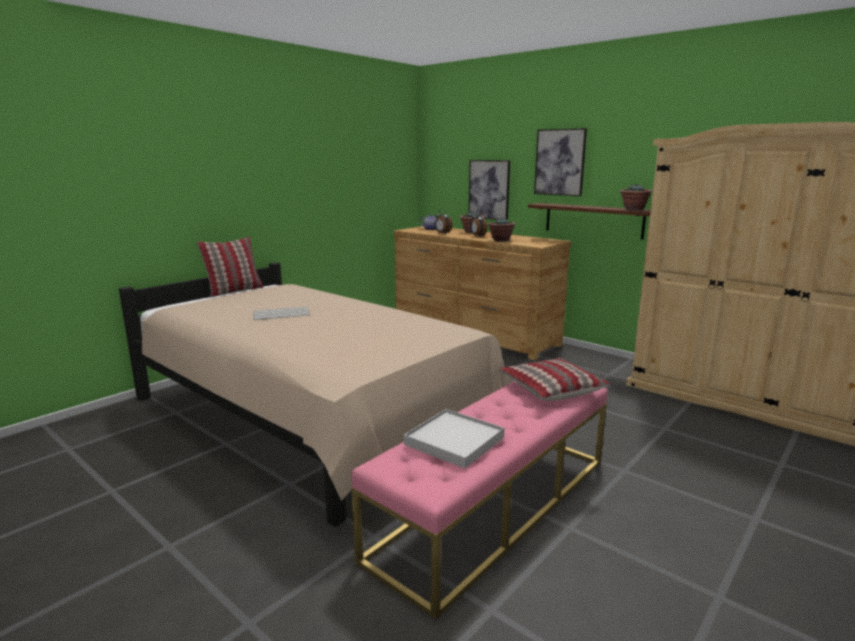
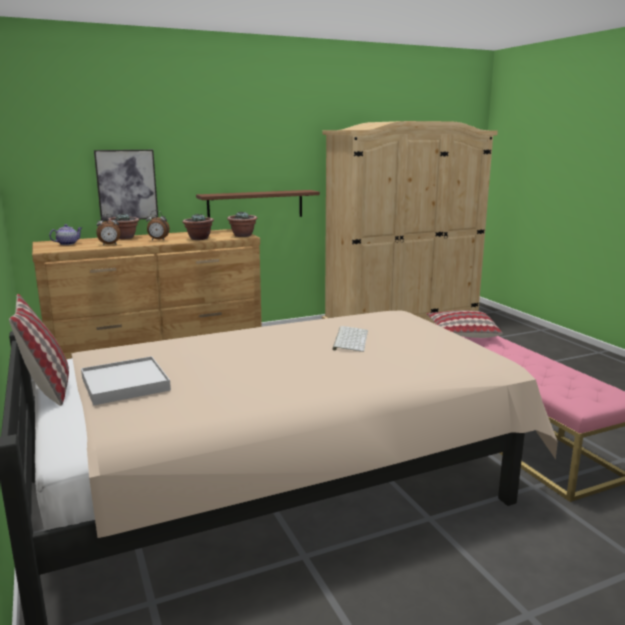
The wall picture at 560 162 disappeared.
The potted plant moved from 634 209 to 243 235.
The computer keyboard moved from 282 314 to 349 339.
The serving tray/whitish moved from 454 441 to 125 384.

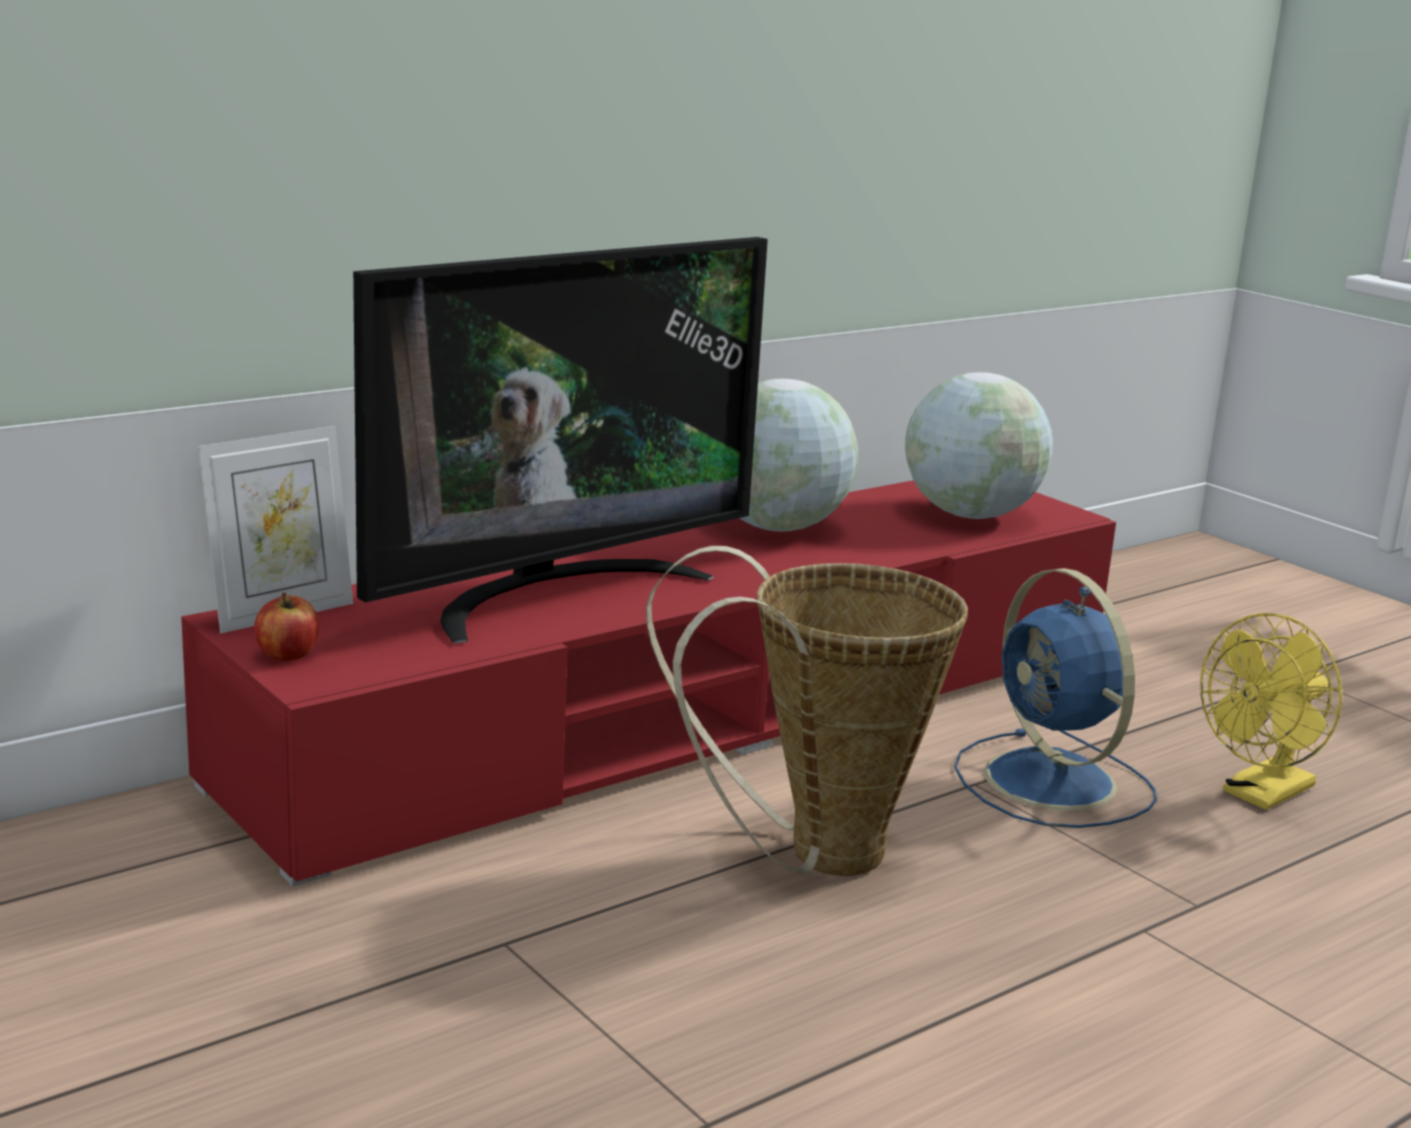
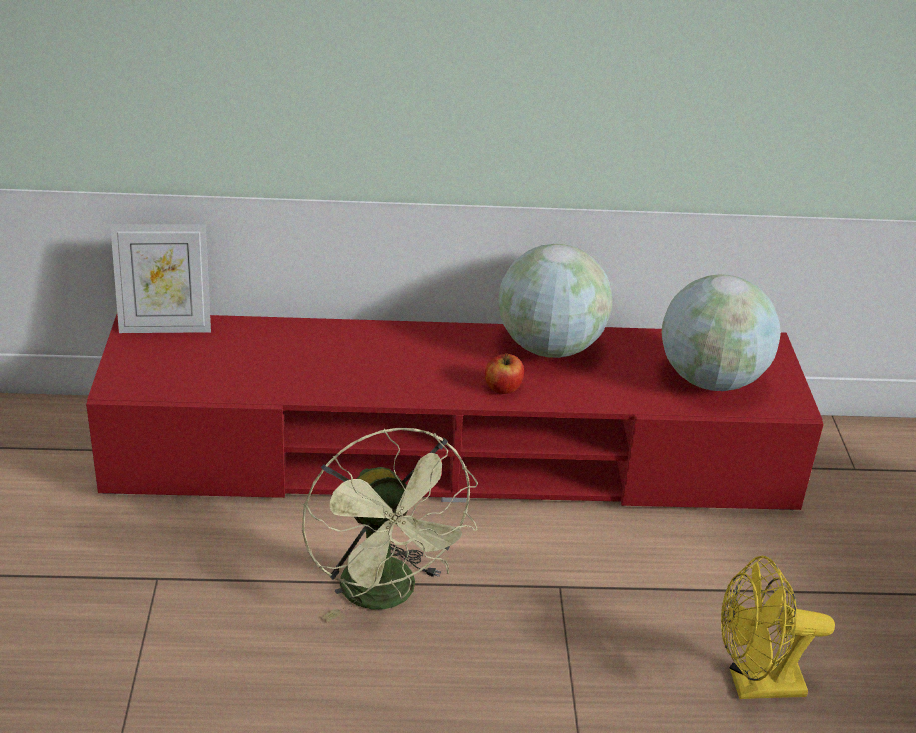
The television at 555 592 disappeared.
The storage basket at 813 855 was replaced by the fan/greenish at 387 595.
The fan/bluish at 1054 783 disappeared.
The apple moved from 288 654 to 503 388.

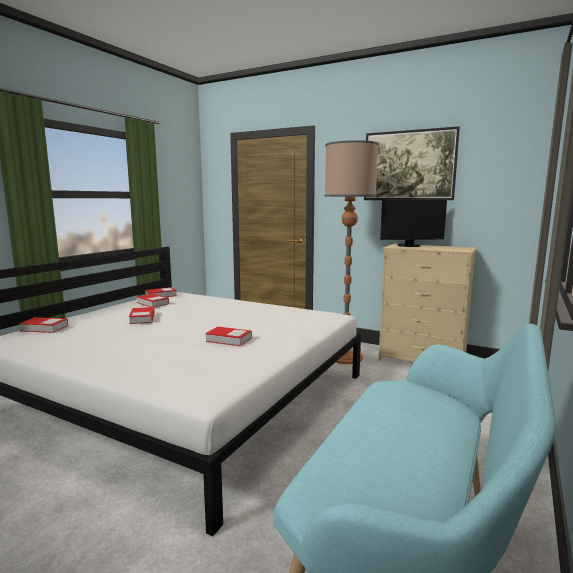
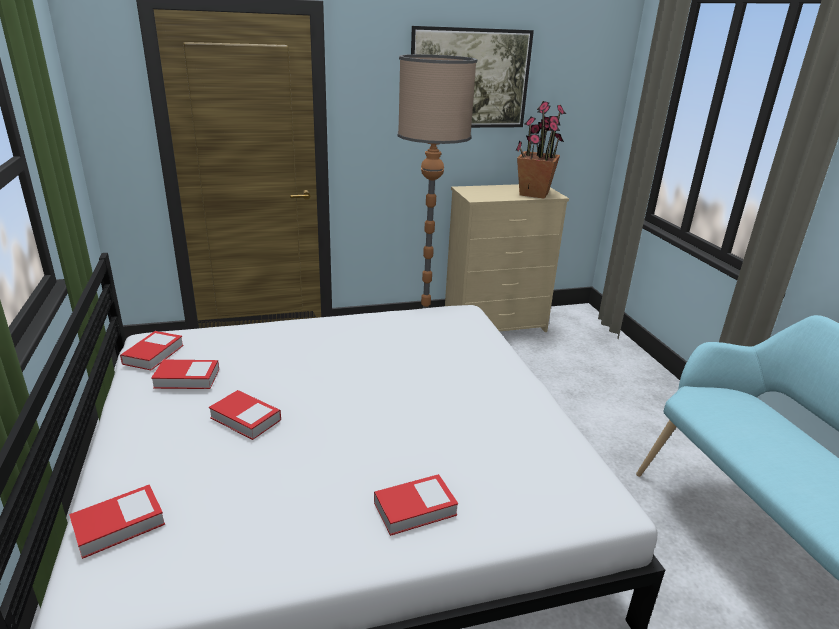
The computer display at 410 246 disappeared.
The bound book moved from 228 340 to 415 509.
The potted plant at 534 193 appeared.

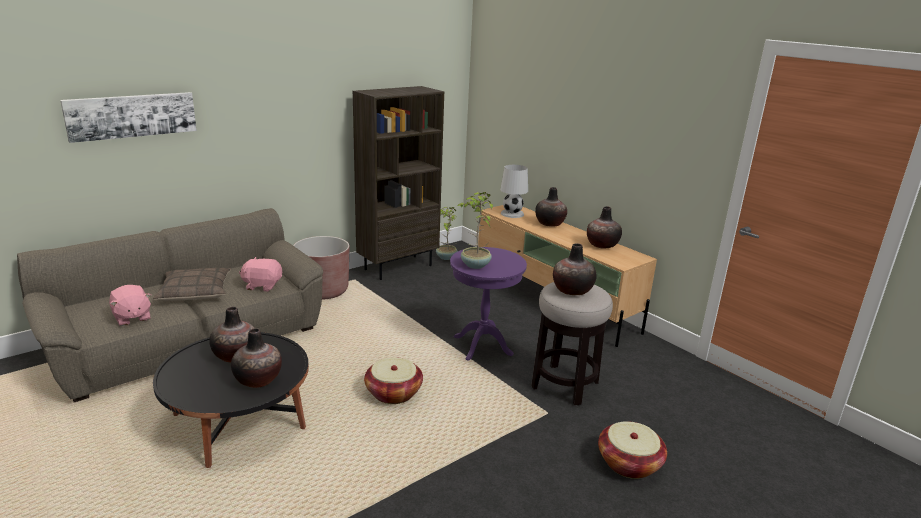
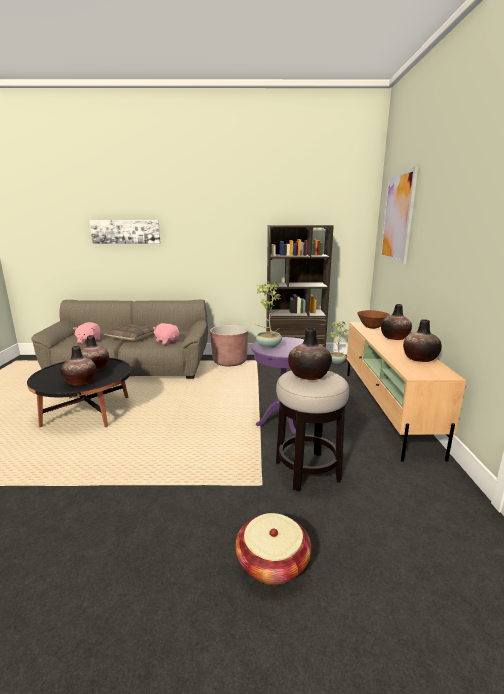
The table lamp/whitish at 512 214 was replaced by the bowl/brownish at 372 327.
The storage basket at 393 393 disappeared.
The wall picture at 398 217 appeared.

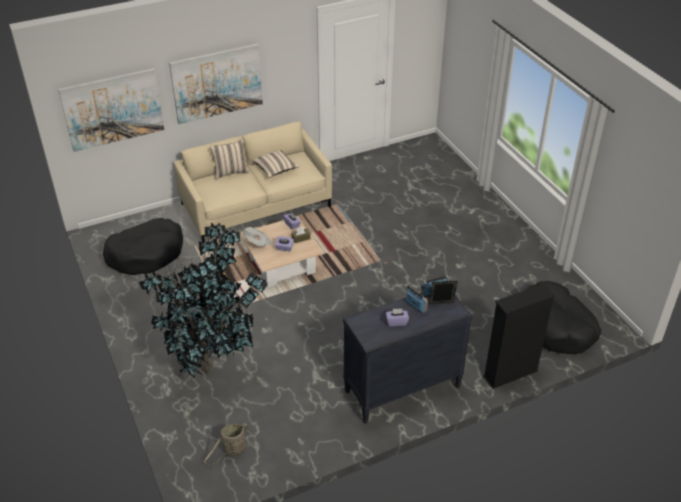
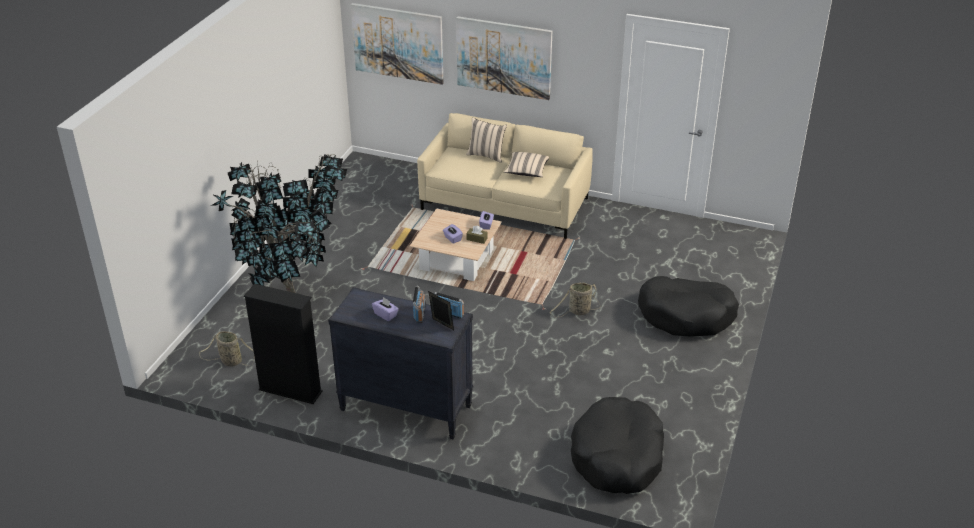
The dog cushion/blackish moved from 146 254 to 686 315.
The printed paper at 258 243 disappeared.
The bookshelf/blackish moved from 510 374 to 290 391.
The storage basket at 578 311 appeared.

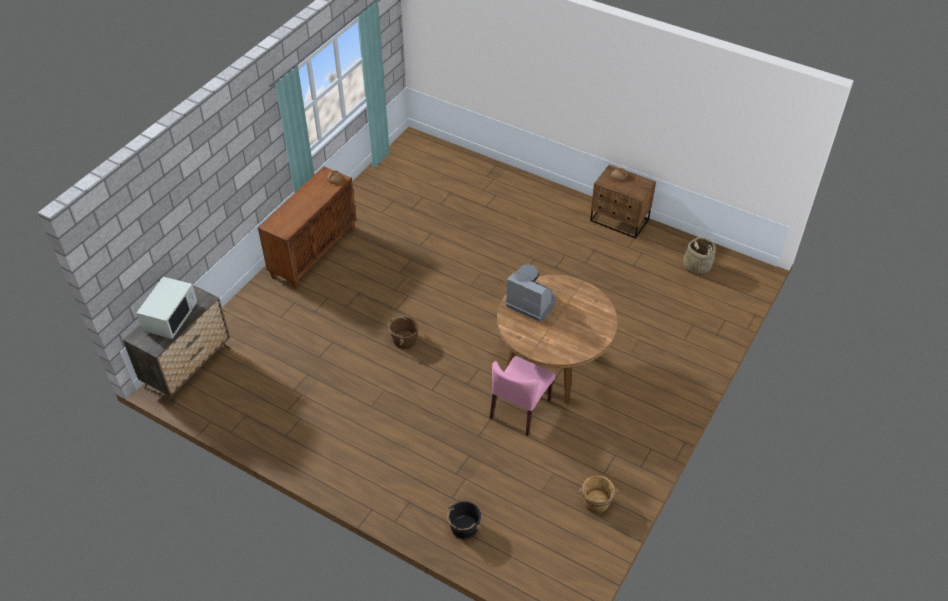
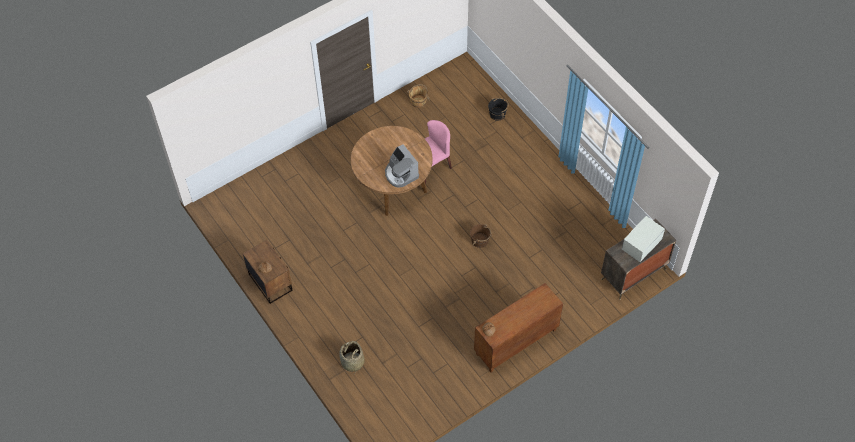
The storage basket moved from 696 266 to 352 362.

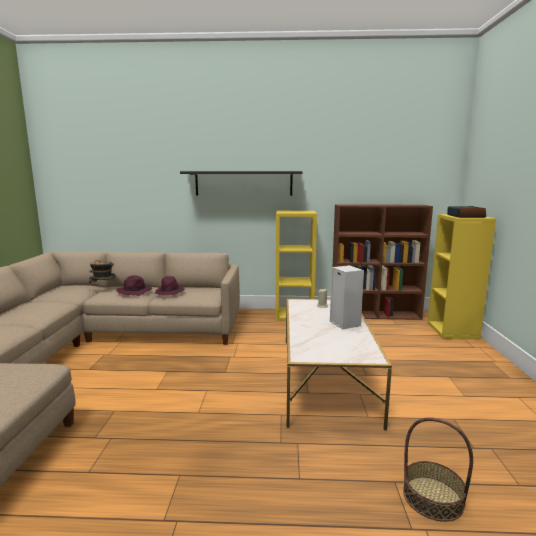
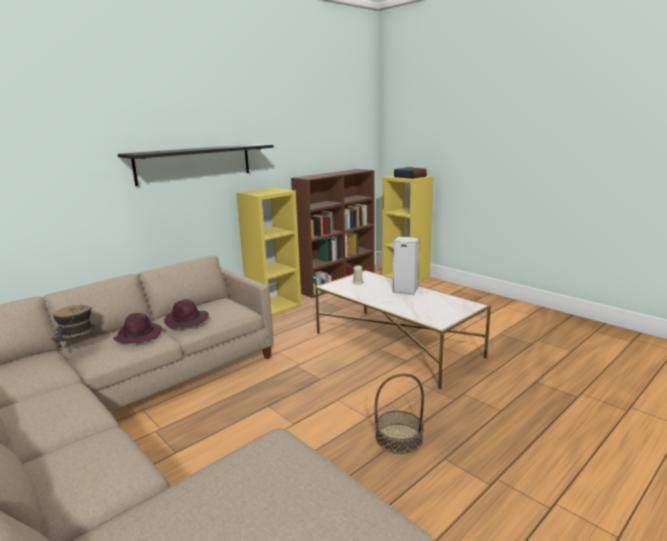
The storage basket moved from 432 497 to 399 438.

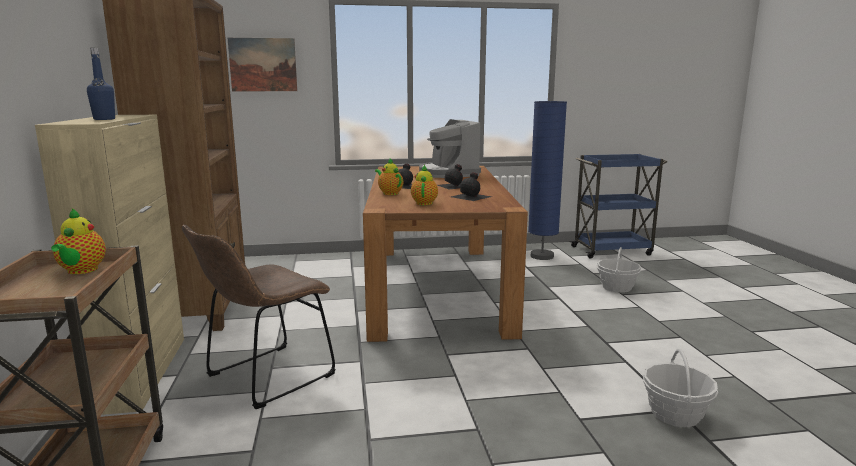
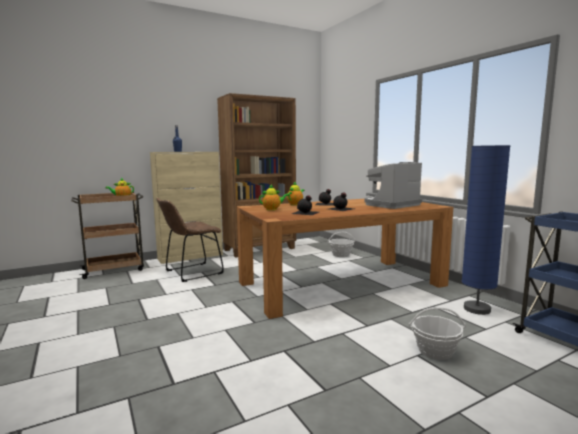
The wall picture at 263 65 disappeared.
The plain chair/brownish at 265 378 turned 60 degrees counterclockwise.
The storage basket moved from 675 414 to 341 255.

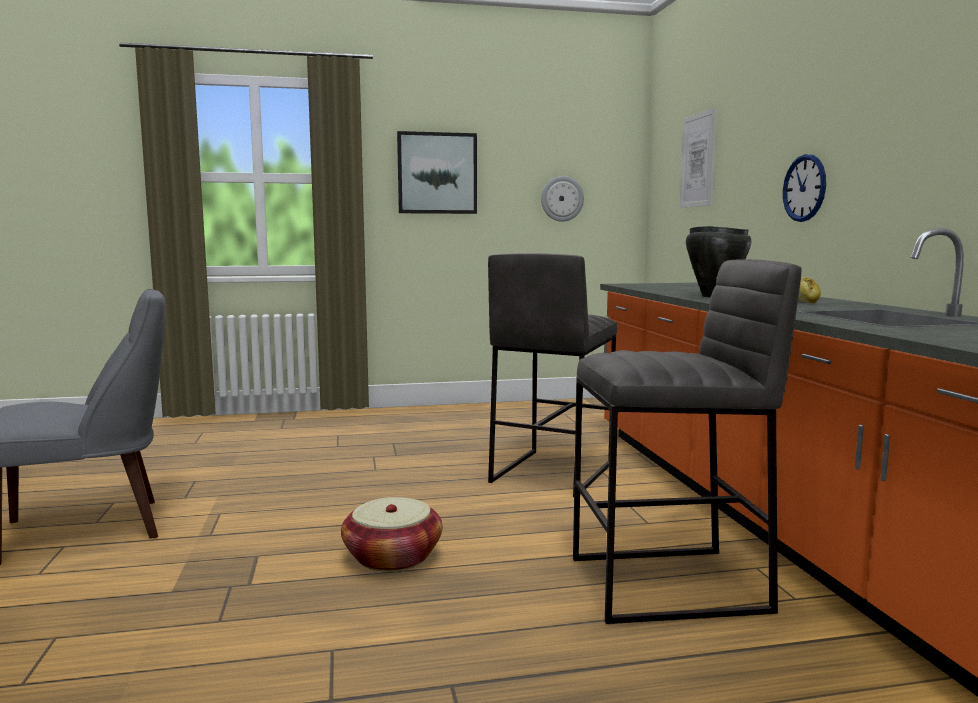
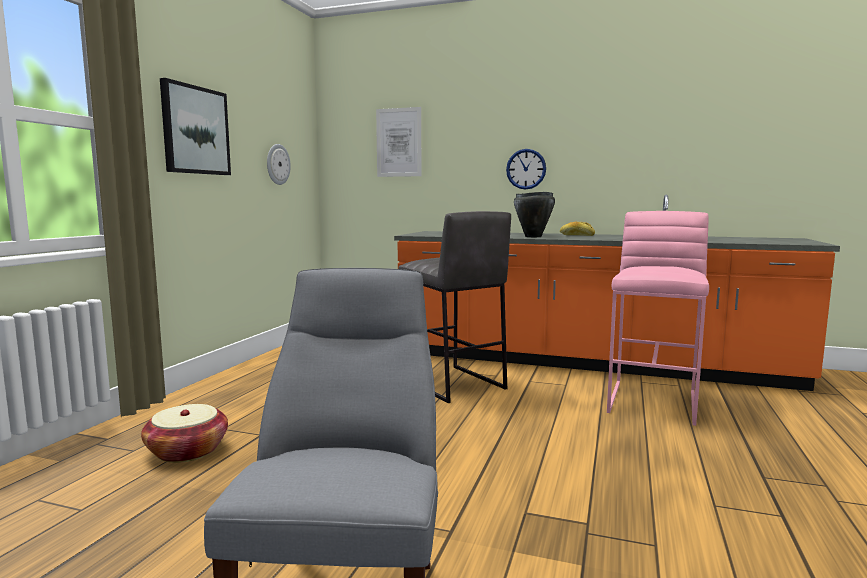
The stool seat/greyish at 669 585 became the stool seat/pink at 654 402.
The storage basket moved from 392 557 to 187 451.

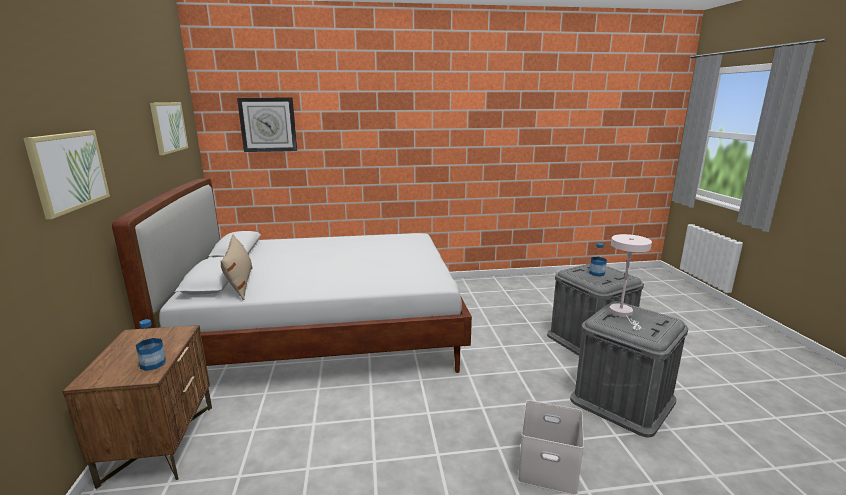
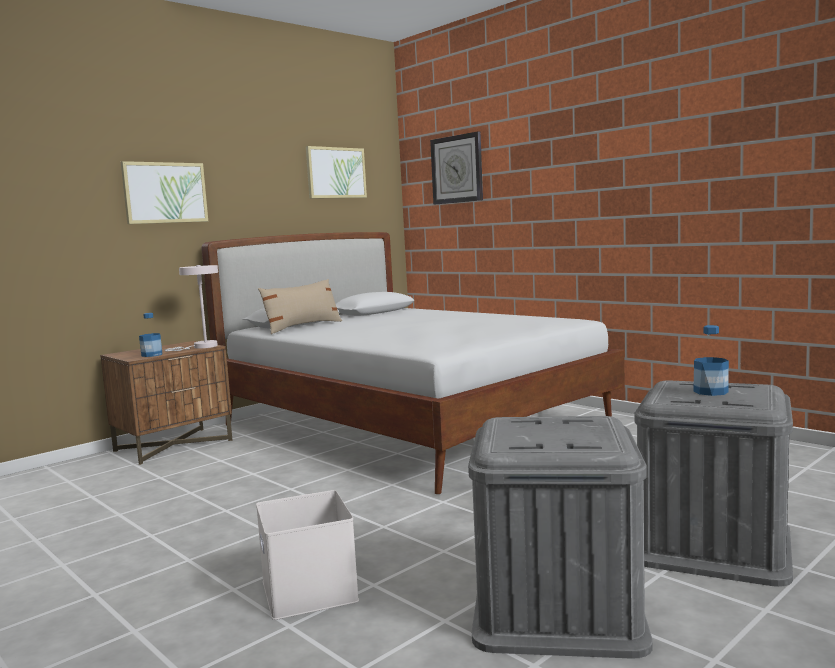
The table lamp/whitish moved from 623 314 to 201 347.

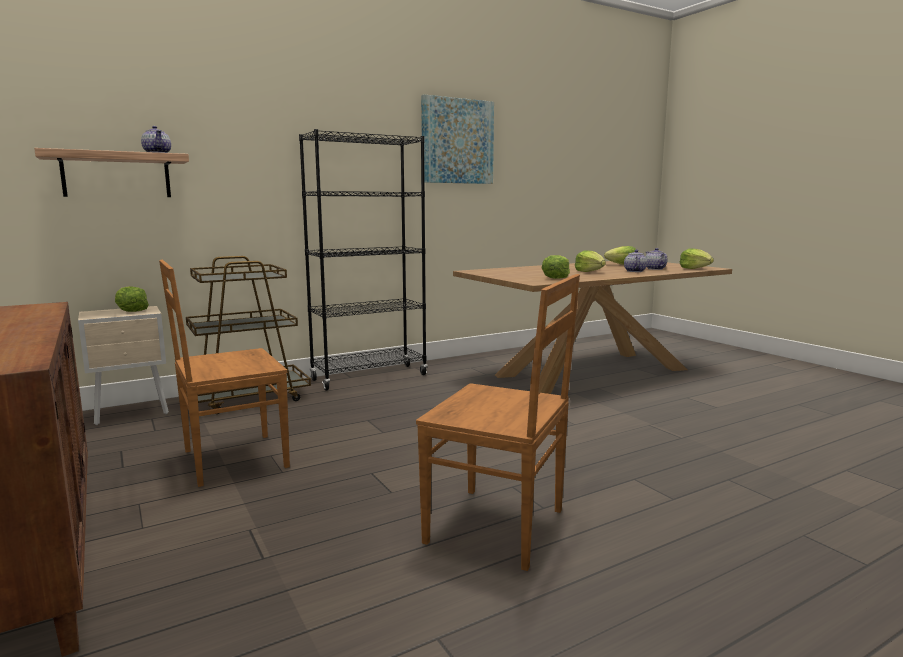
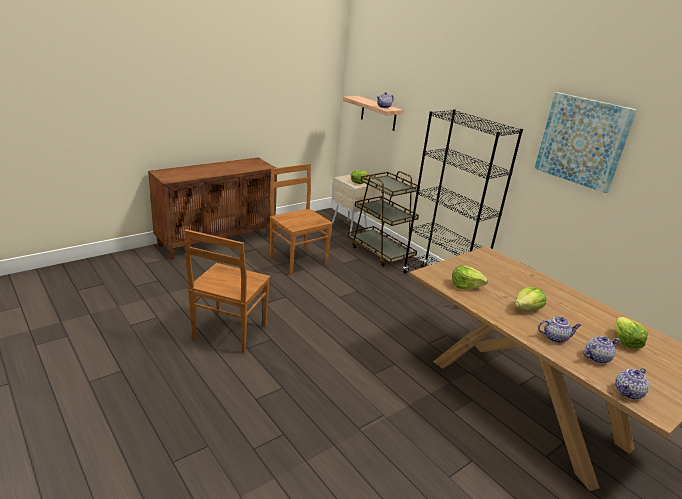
The lettuce at 695 269 was replaced by the pot for tea at 628 392.

